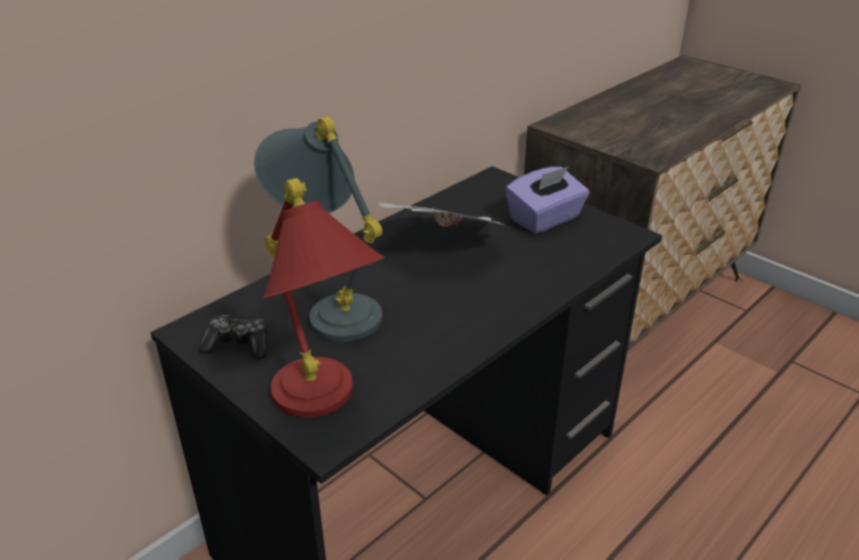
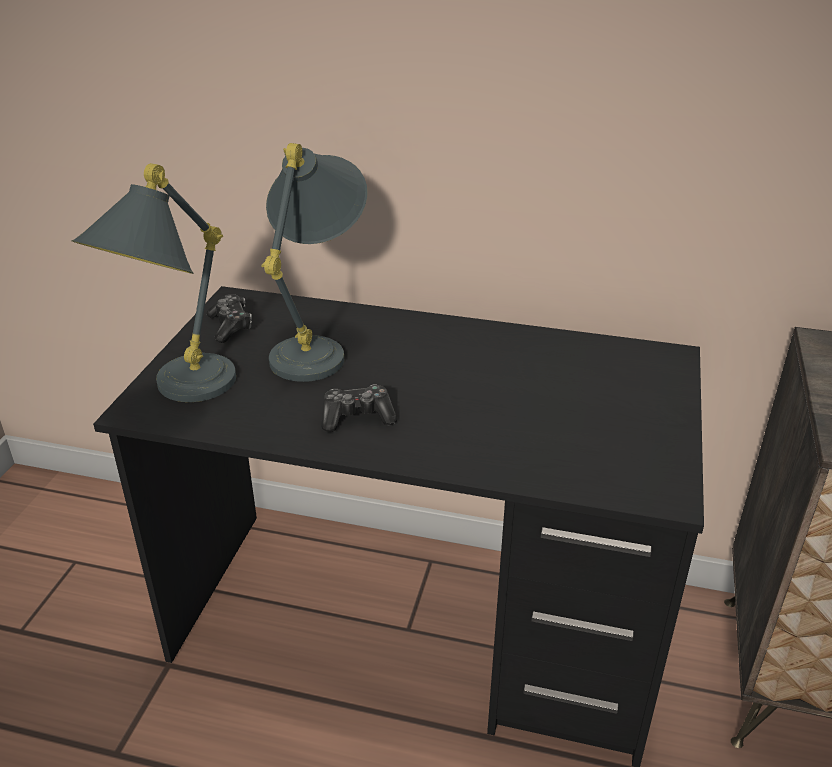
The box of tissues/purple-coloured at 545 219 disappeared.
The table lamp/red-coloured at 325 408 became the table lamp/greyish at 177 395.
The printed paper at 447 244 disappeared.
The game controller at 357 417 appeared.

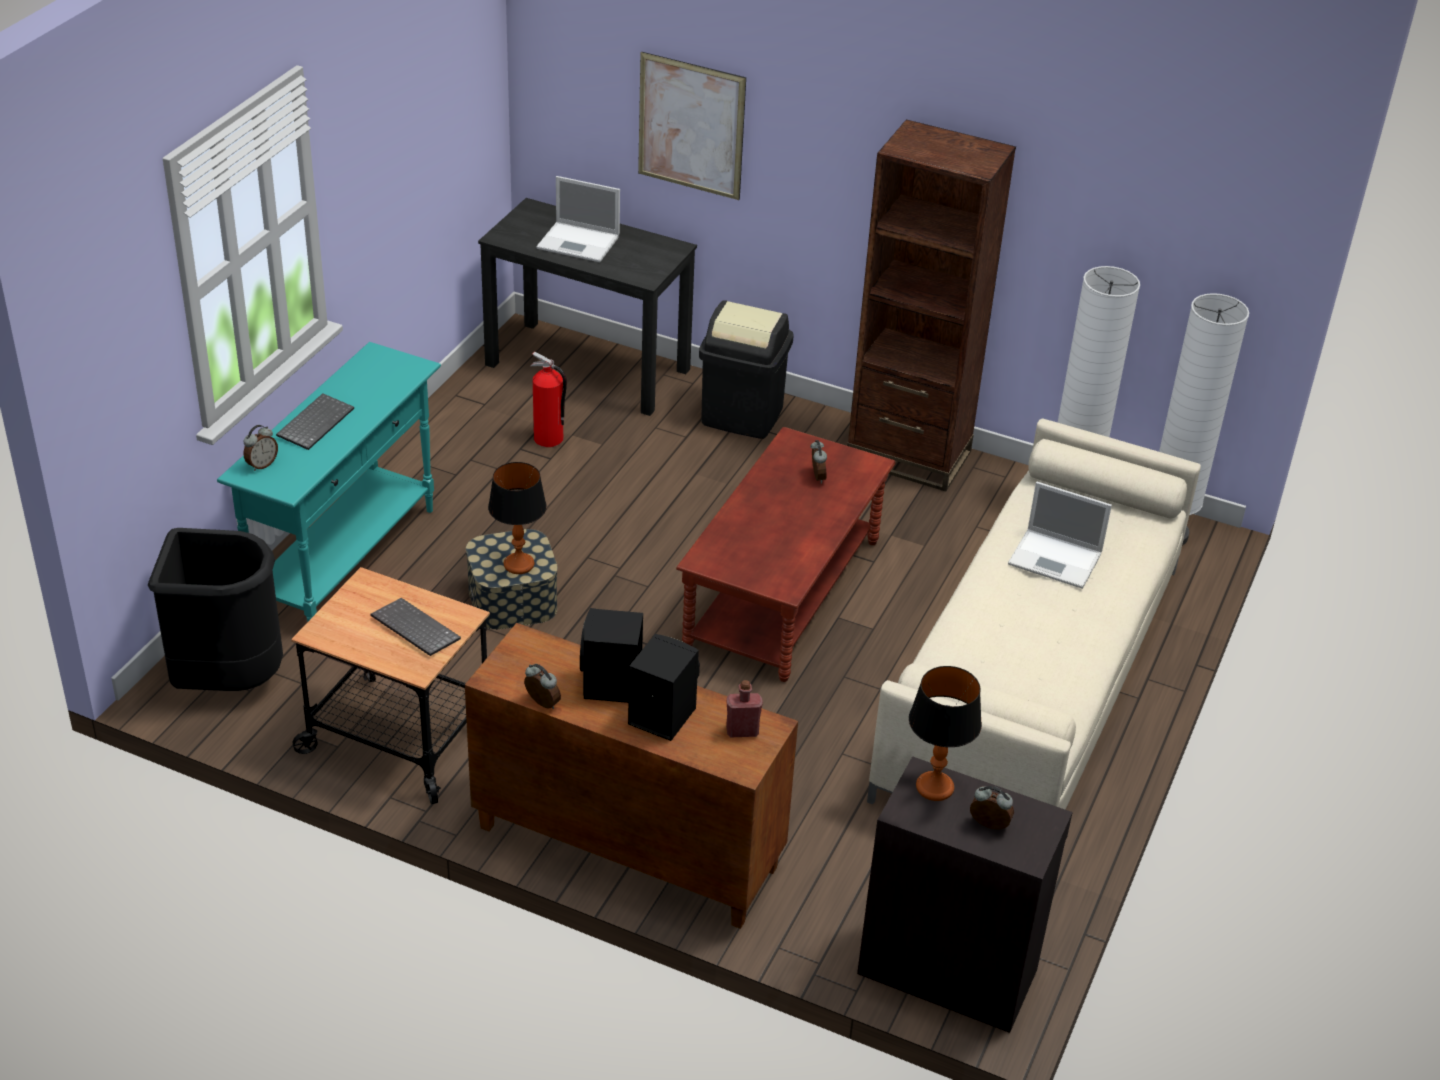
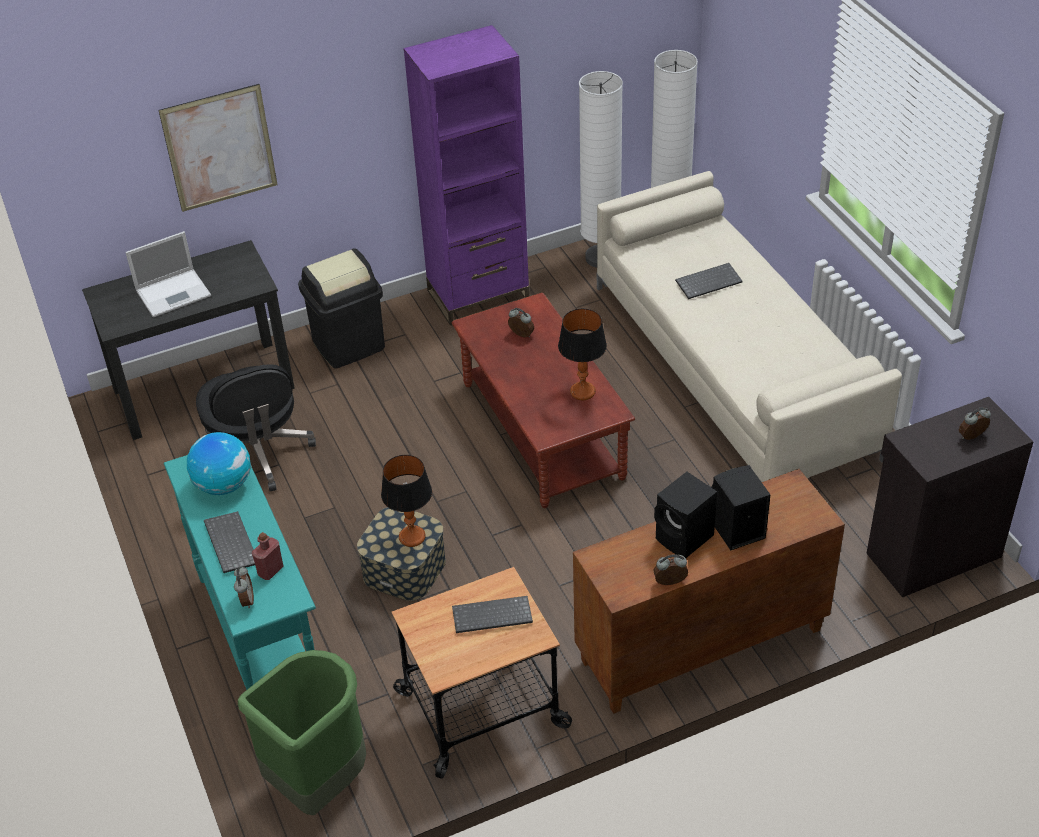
The bookshelf/brownish at 908 456 became the bookshelf/purple-coloured at 478 295.
The fire-fighting cylinder at 548 439 was replaced by the computer chair/blackish at 257 453.
The portable computer at 1056 559 was replaced by the computer keyboard at 709 281.
The trash can/blackish at 228 681 became the trash can/greenish at 319 781.
The table lamp moved from 935 788 to 583 392.
The drink bottle/red-coloured moved from 742 731 to 270 570.
The world globe at 223 485 appeared.

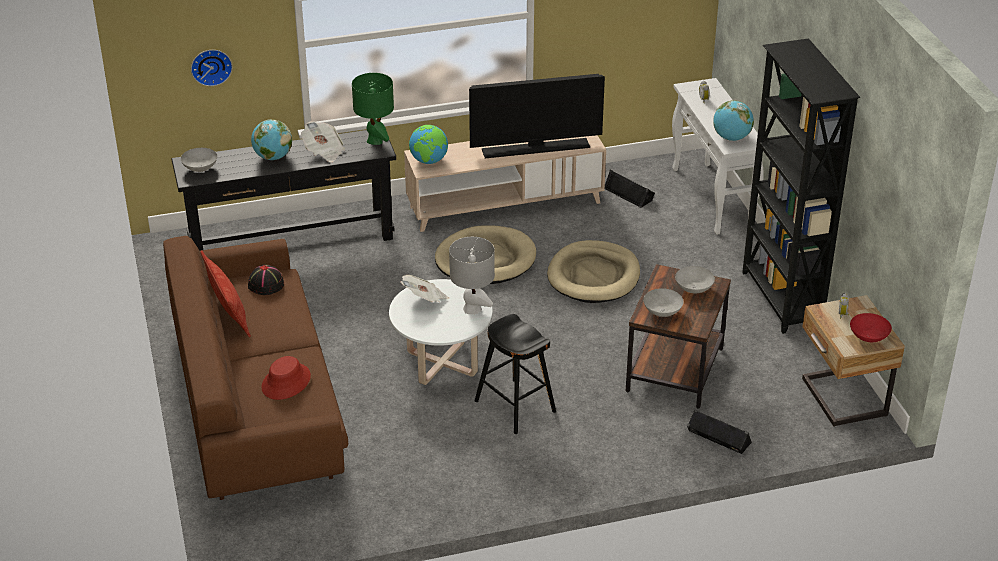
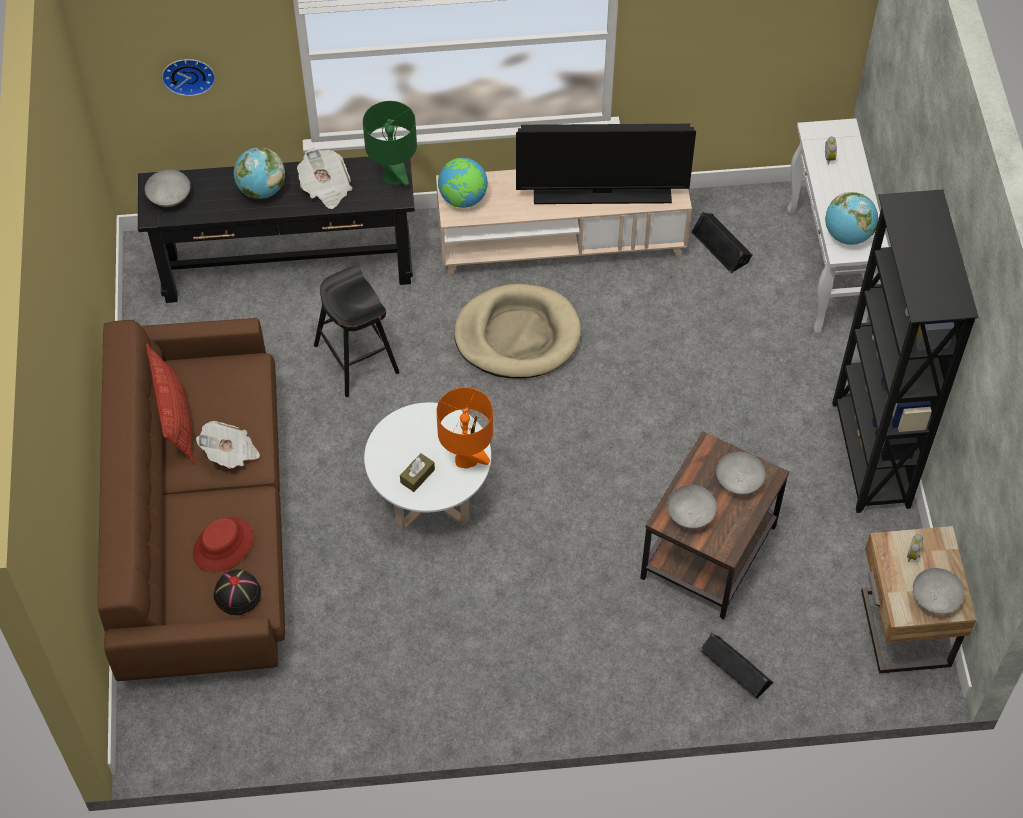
The table lamp/greyish at 472 309 became the table lamp/orange-coloured at 466 459.
The dog cushion/beige-coloured at 594 276 disappeared.
The wearable hat/blackish moved from 266 284 to 238 594.
The printed paper moved from 425 299 to 230 453.
The bowl/red-coloured at 868 338 became the bowl/greyish at 934 600.
The stool seat/blackish moved from 515 406 to 356 359.
The box of tissues/brownish at 417 476 appeared.

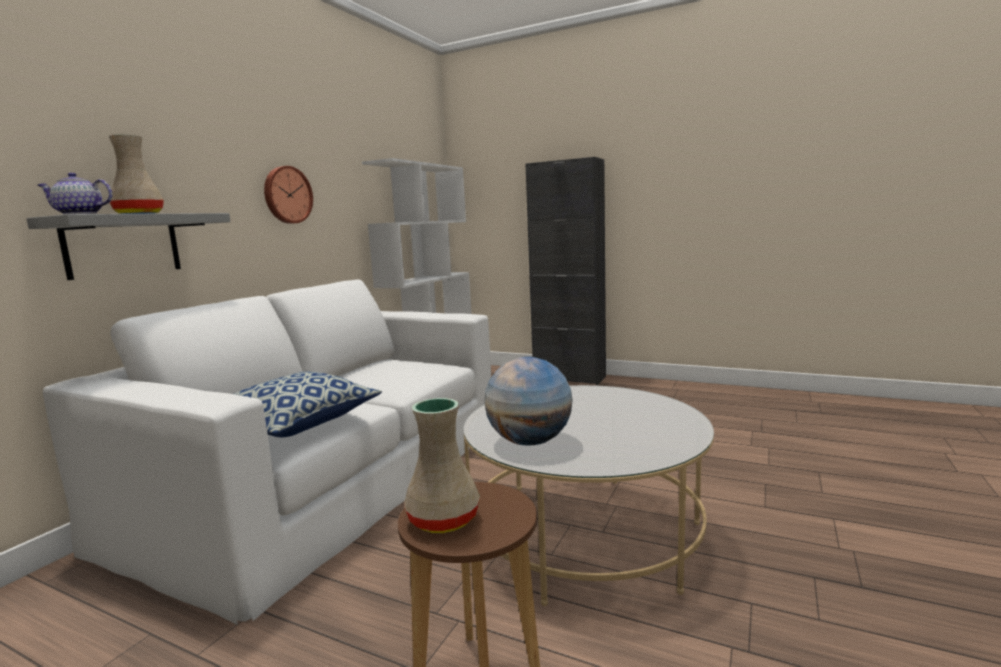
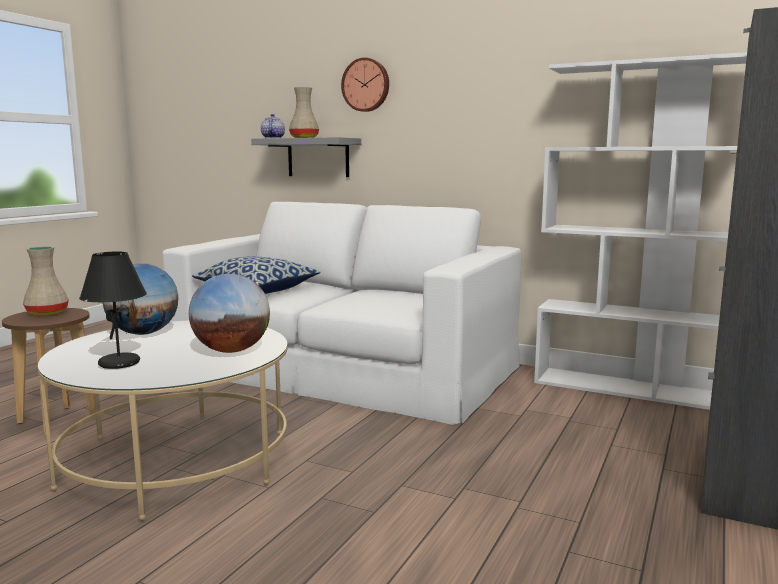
The clock on the wall moved from 287 195 to 366 85.
The table lamp/blackish at 119 363 appeared.
The world globe at 231 350 appeared.

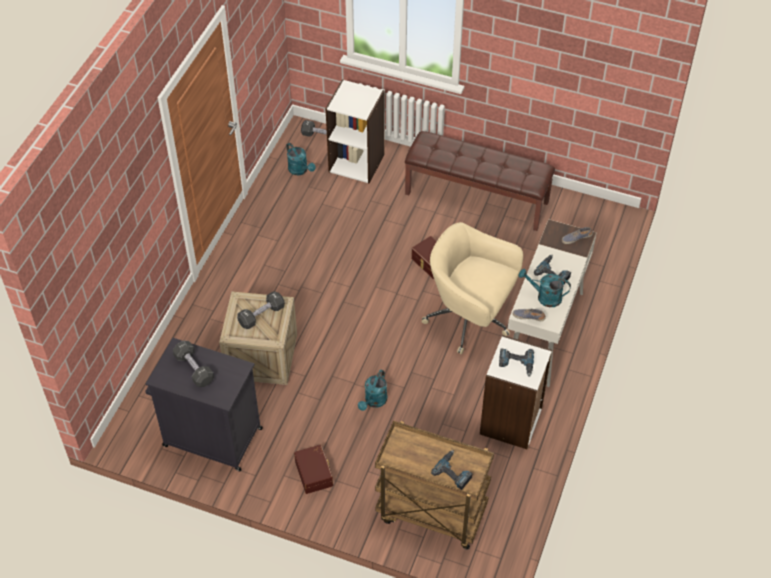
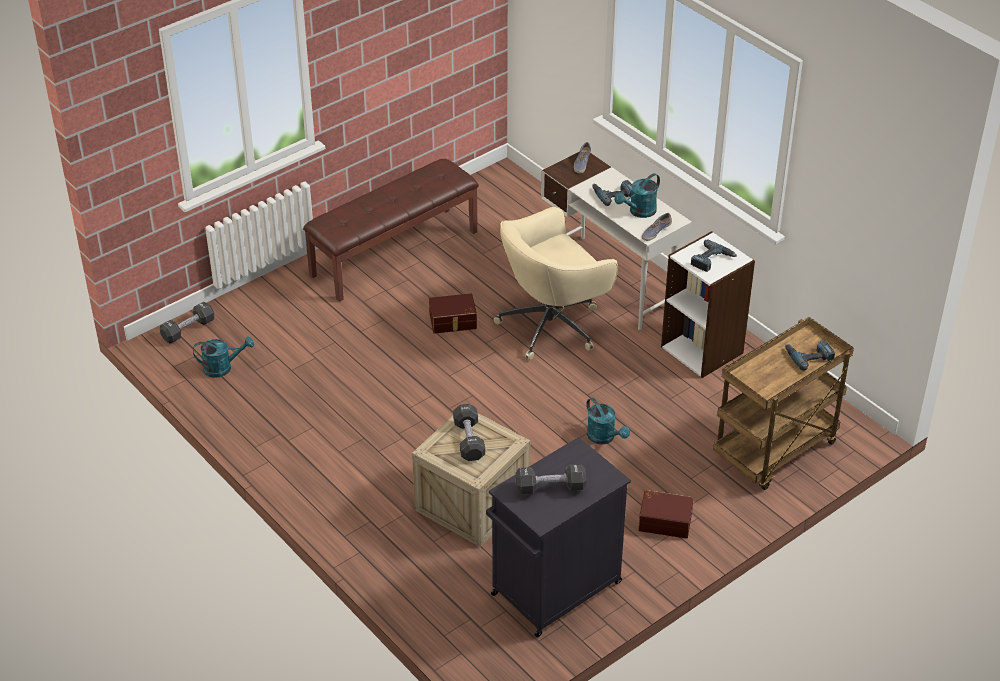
The bookshelf/whitish at 357 162 disappeared.

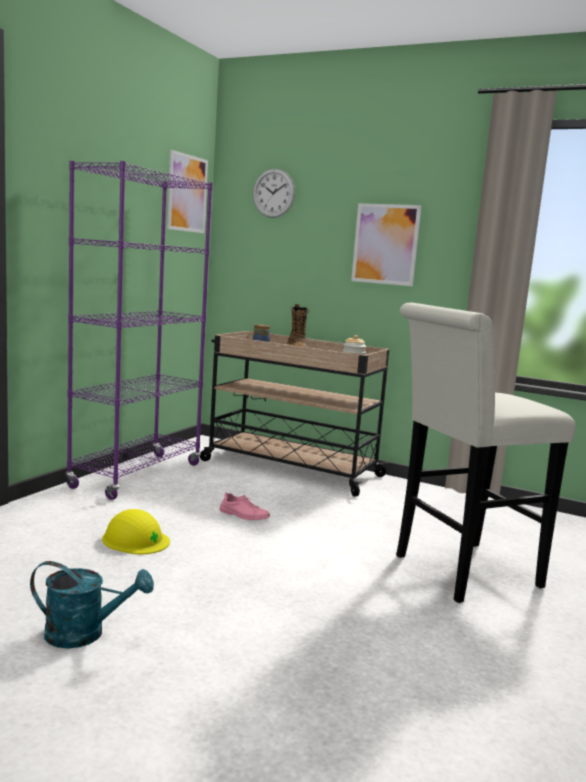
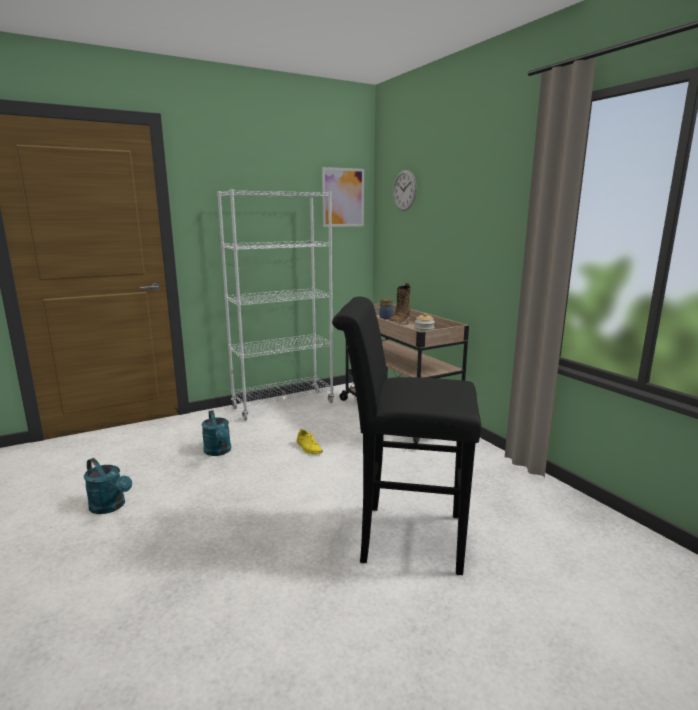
The bookshelf/purple-coloured at 137 476 became the bookshelf/whitish at 283 405.
The wall picture at 385 244 disappeared.
The stool seat/whitish at 458 572 became the stool seat/blackish at 402 536.
The shoe/pink at 244 515 became the shoe/yellow at 309 448.
The safety helmet/yellow at 135 540 was replaced by the sprinkling can/turquoise at 219 452.

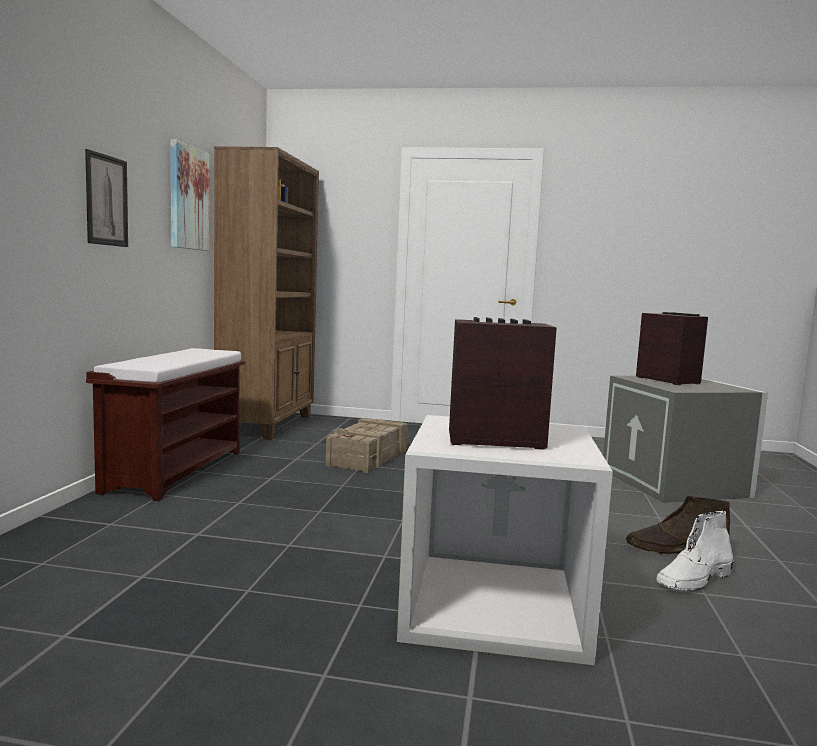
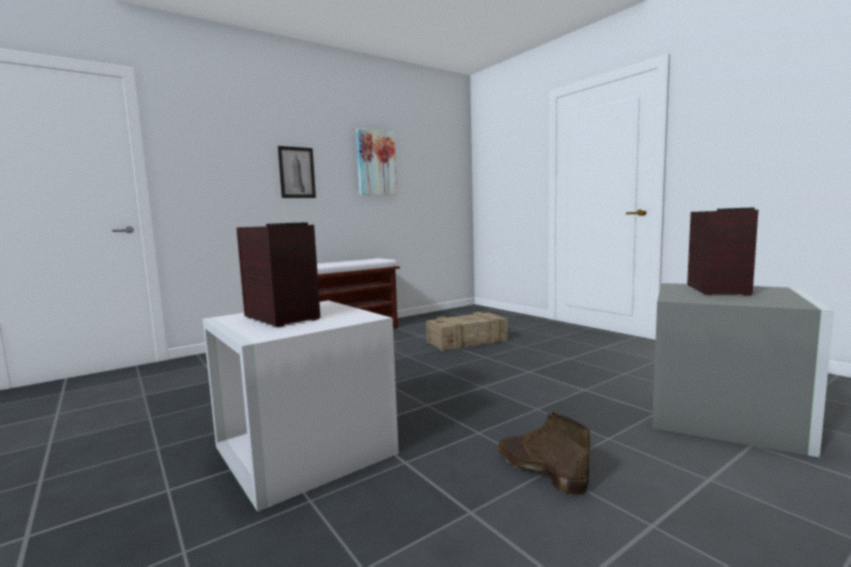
The bookshelf/brownish at 268 424 disappeared.
The tall boot/whitish at 694 580 disappeared.

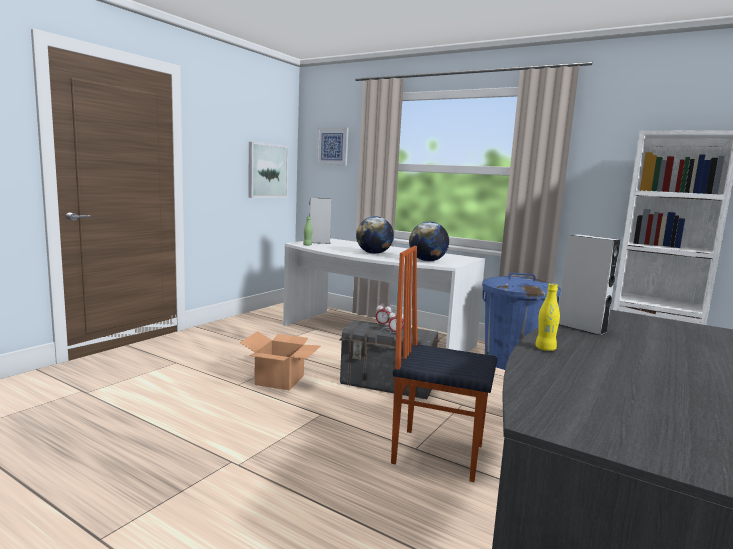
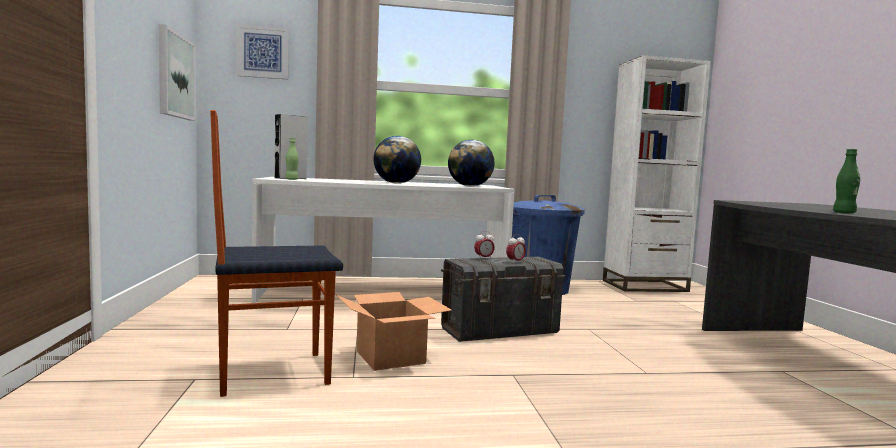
The loudspeaker/greyish at 581 328 disappeared.
The plain chair moved from 437 453 to 272 372.
The drink bottle/yellow at 545 349 became the drink bottle/greenish at 844 213.

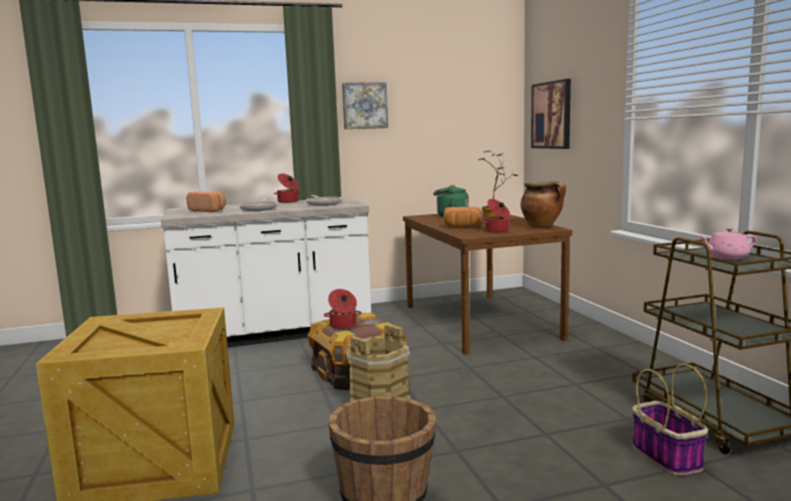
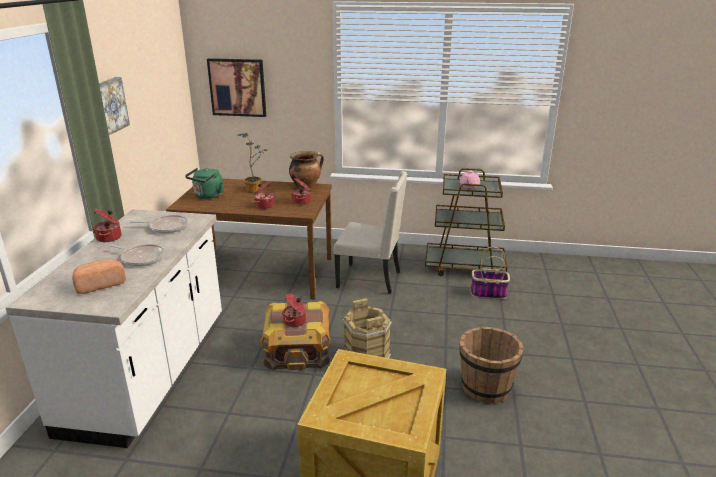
The bread at 462 227 was replaced by the cooking pot at 264 205.
The plain chair/beige-coloured at 370 279 appeared.

